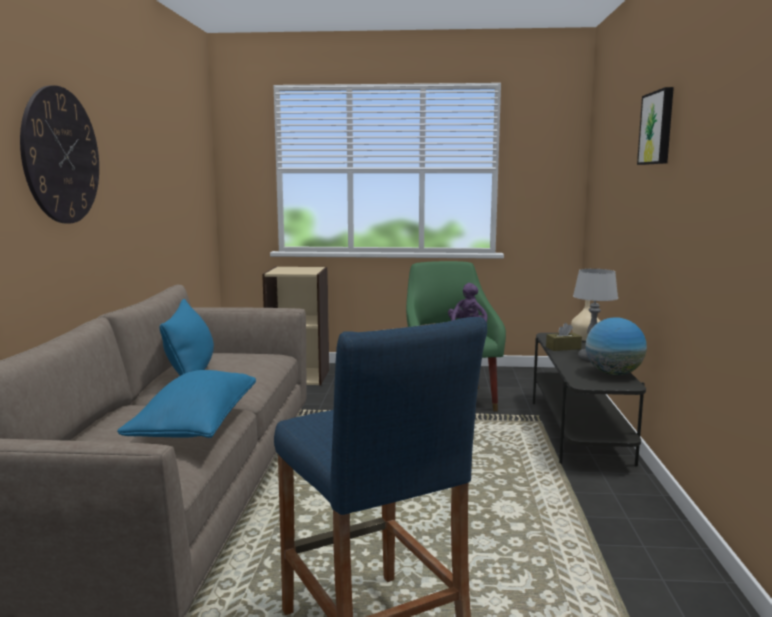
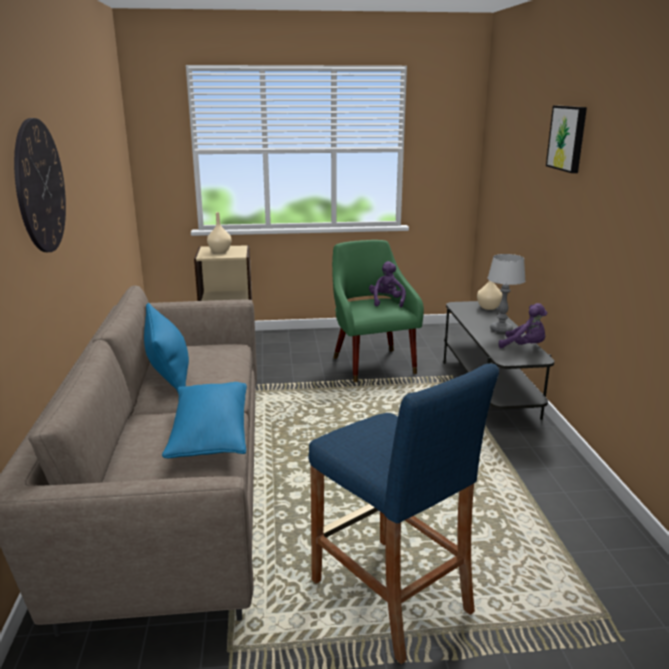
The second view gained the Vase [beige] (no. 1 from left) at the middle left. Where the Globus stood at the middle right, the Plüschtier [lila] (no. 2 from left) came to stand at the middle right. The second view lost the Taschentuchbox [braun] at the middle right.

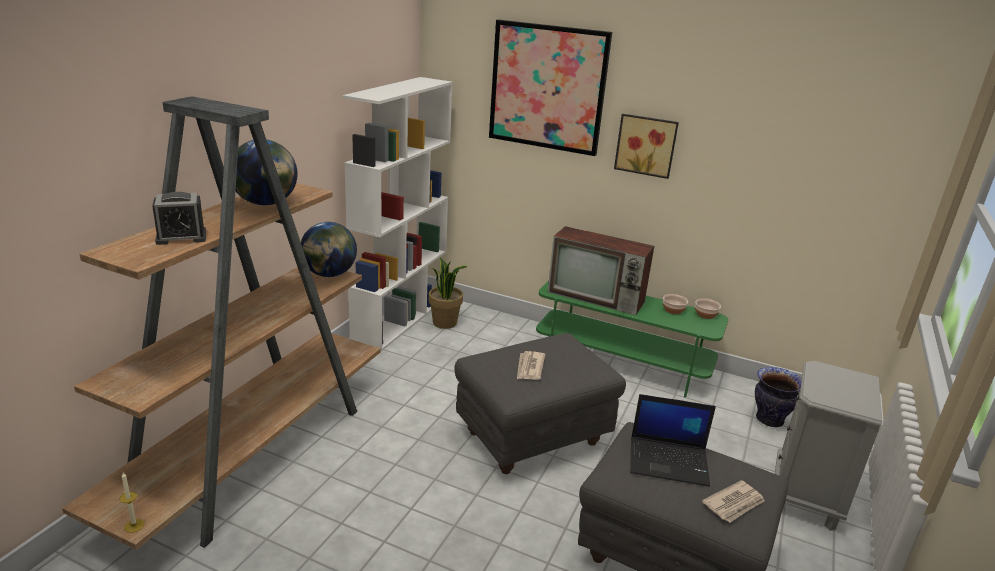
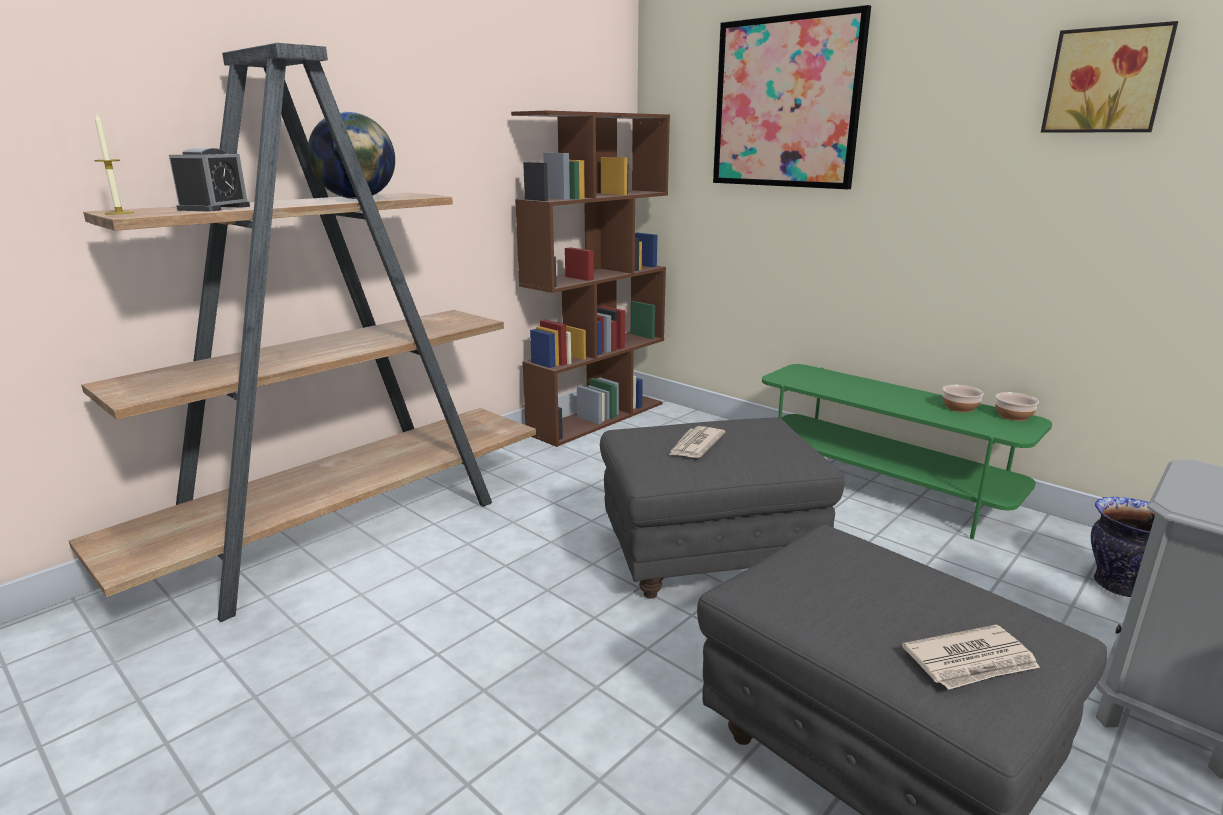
The Kerze ended up elsewhere, having gone from the bottom left to the top left. The Wecker at the middle left ended up facing another way, 75 degrees counterclockwise from before. What was the Bücherregal [weiß] at the centre turned into the Bücherregal [braun] (no. 2 from left) at the centre. The Bild (no. 2 from left) ended up elsewhere, having gone from the top centre to the top right. The second view lost the Globus (no. 2 from left) at the middle left. The second view lost the Topfpflanze at the centre. The second view lost the Fernseher at the centre. The second view lost the Laptop at the bottom right.

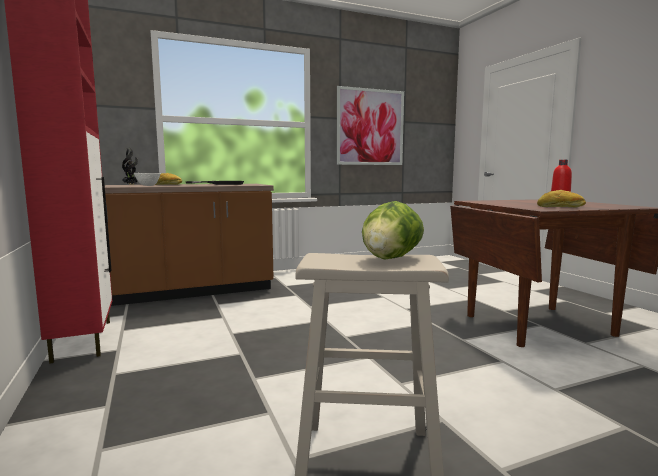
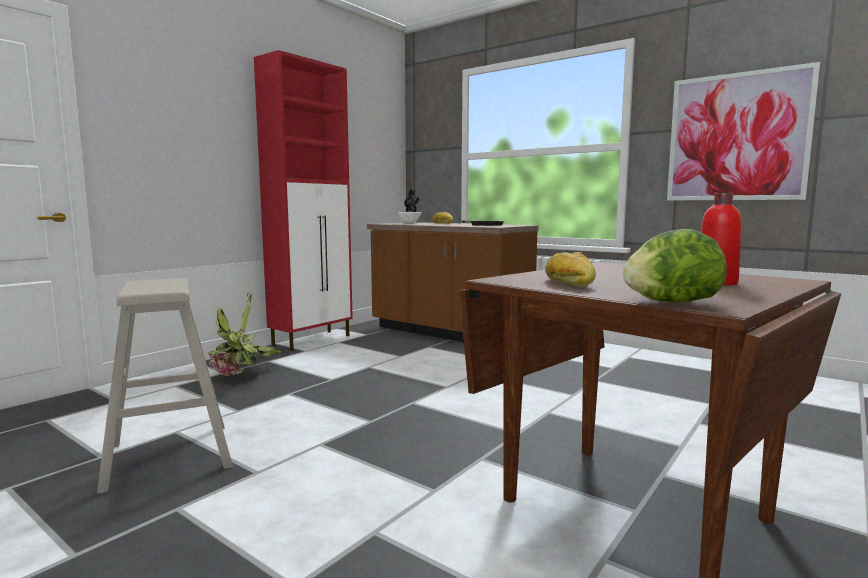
The second view gained the Topfpflanze (no. 1 from left) at the middle left. The Salatkopf ended up elsewhere, having gone from the centre to the middle right.

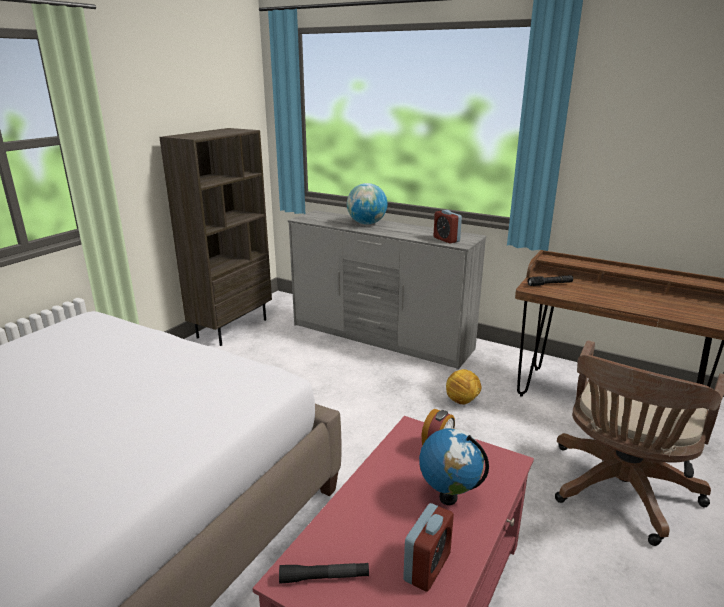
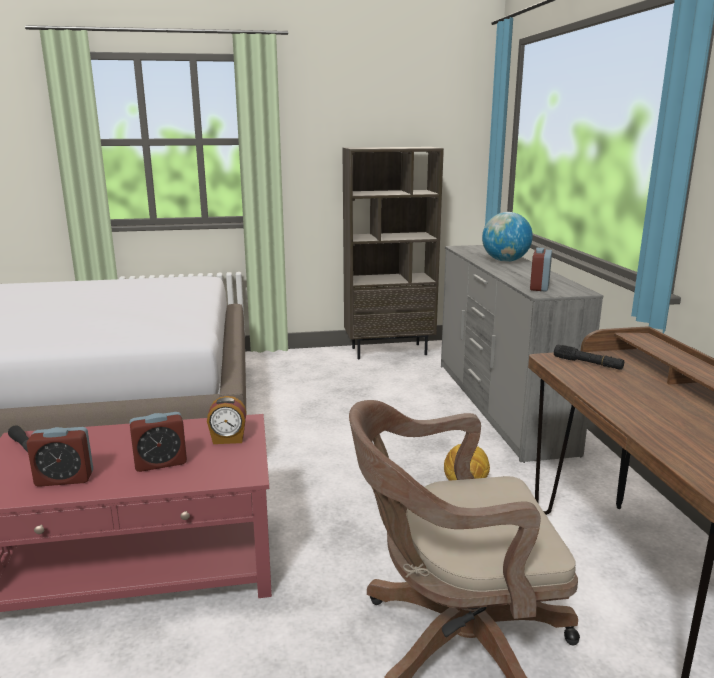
Where the Globus (no. 2 from left) stood at the bottom centre, the Wecker (no. 2 from left) came to stand at the middle left.

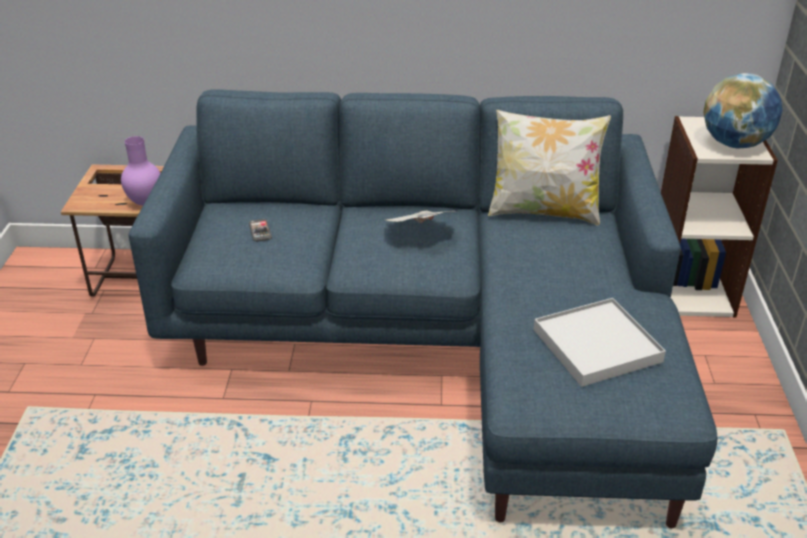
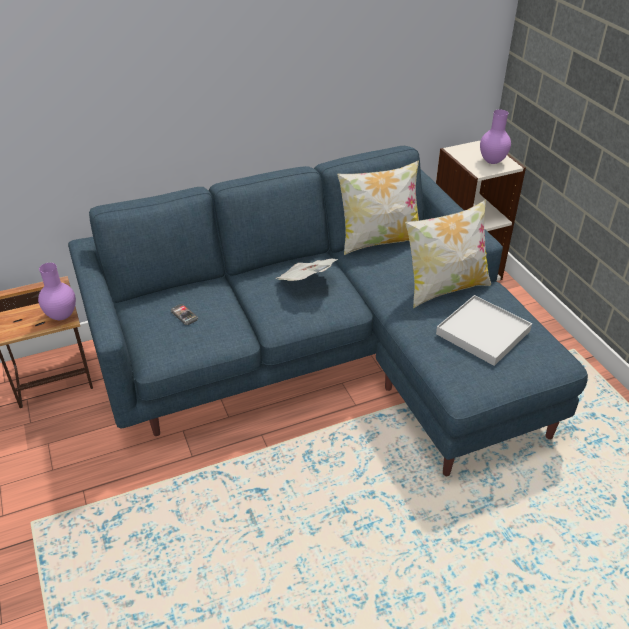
The second view gained the Kissen (no. 2 from left) at the middle right. Where the Globus stood at the top right, the Vase [lila] (no. 2 from left) came to stand at the top right.

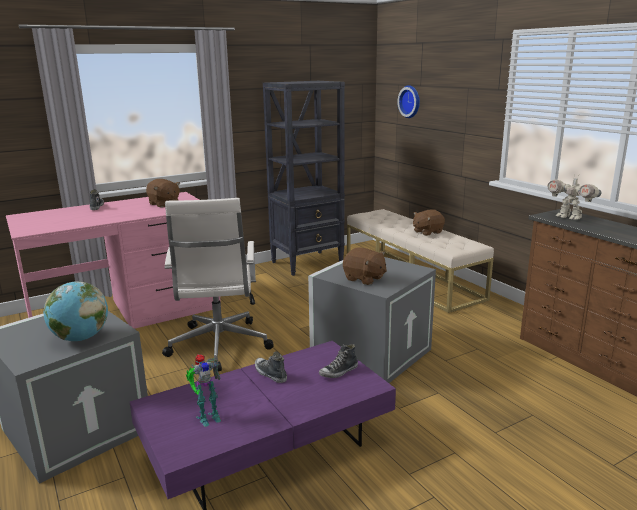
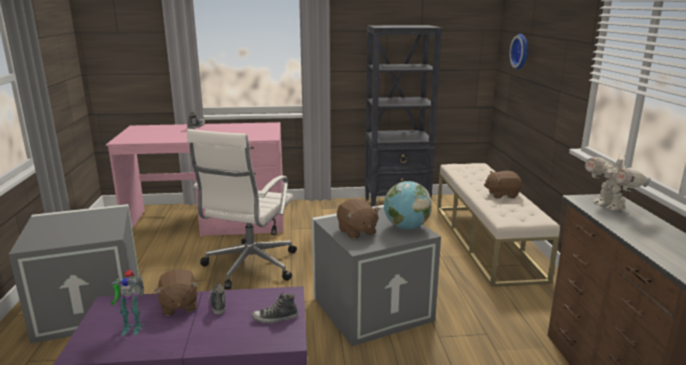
The Plüschtier [braun] (no. 1 from left) ended up elsewhere, having gone from the middle left to the bottom left. The Globus ended up elsewhere, having gone from the middle left to the centre.

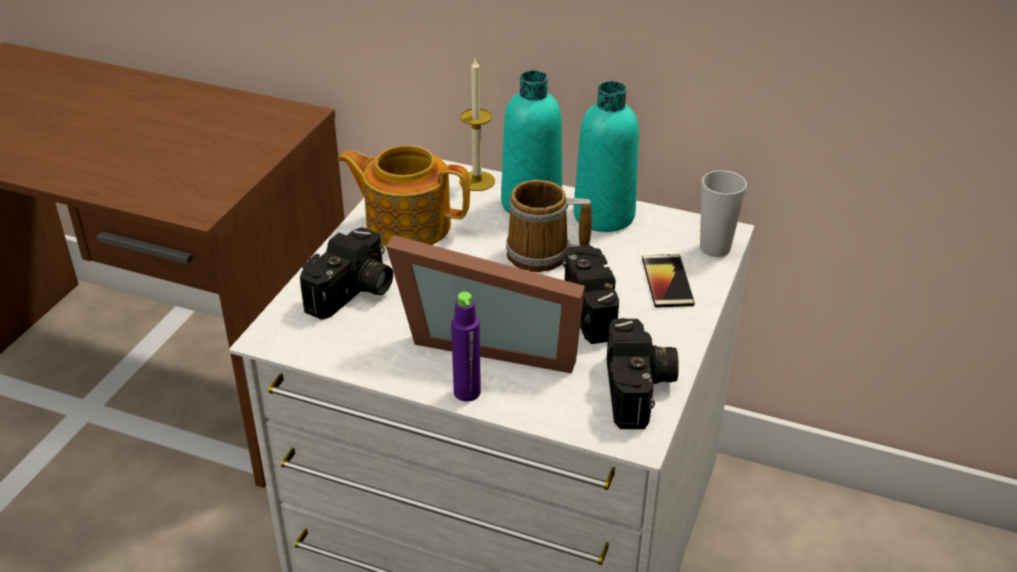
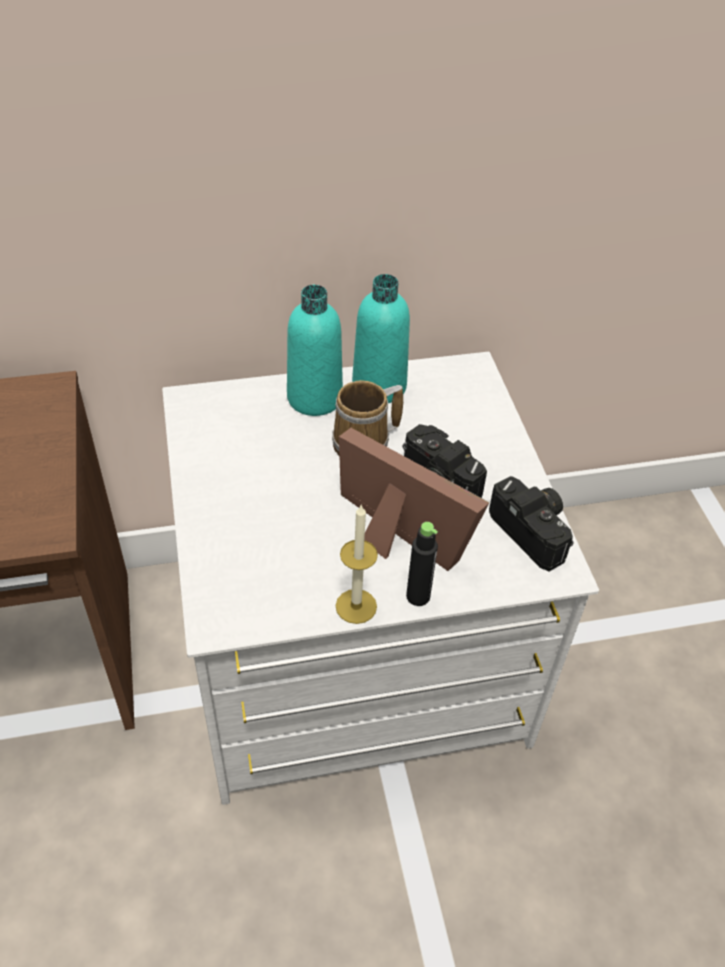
The Kerze ended up elsewhere, having gone from the top centre to the centre. The Bilderrahmen at the centre ended up facing another way, 120 degrees counterclockwise from before. What was the Flasche [lila] at the centre turned into the Flasche [schwarz] at the centre. The second view lost the Kamera (no. 1 from left) at the centre. The second view lost the Teekanne at the centre. The second view lost the Handy at the centre. The second view lost the Tasse at the middle right.

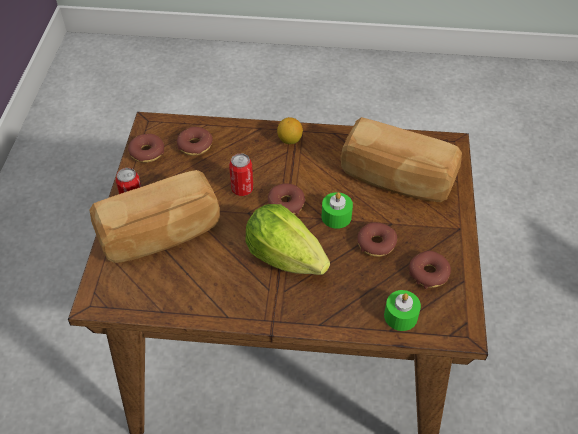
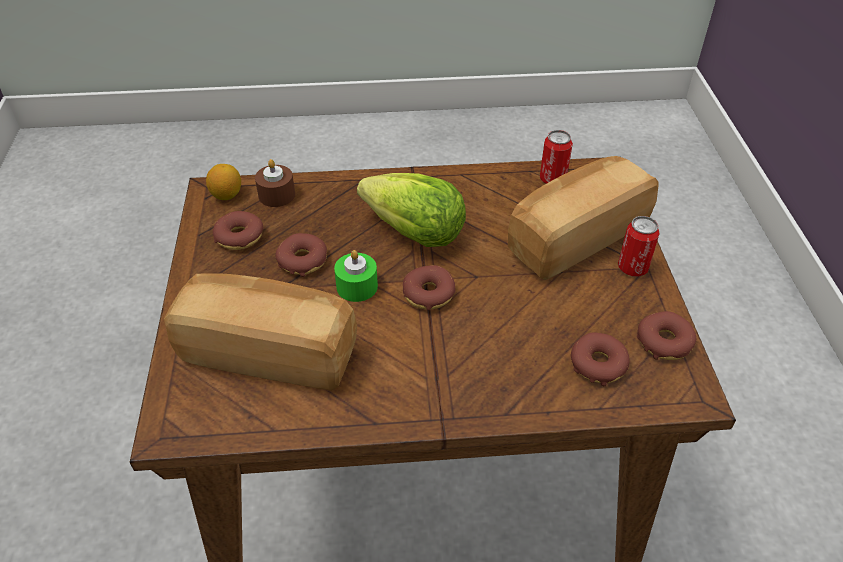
The Zitrone ended up elsewhere, having gone from the top centre to the top left. What was the Kerze [grün] (no. 2 from left) at the bottom right turned into the Kerze [braun] at the top left. The Dose (no. 2 from left in the first image) ended up elsewhere, having gone from the centre to the top centre.

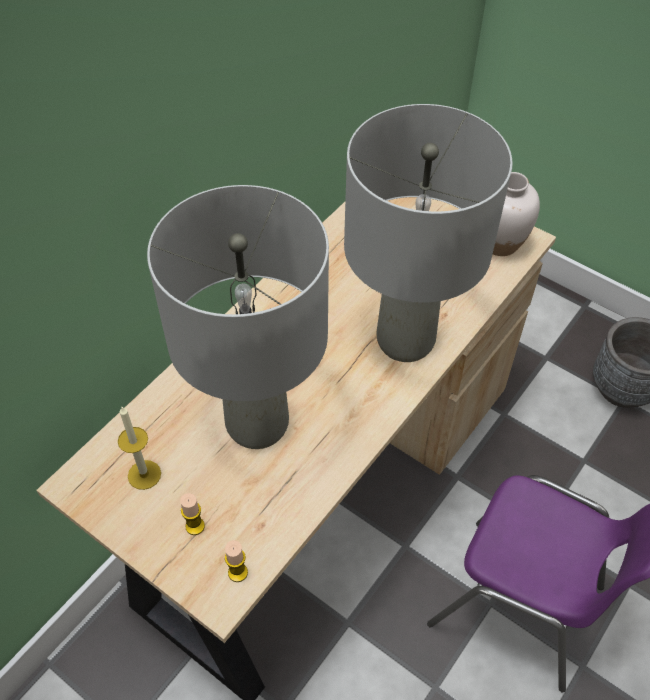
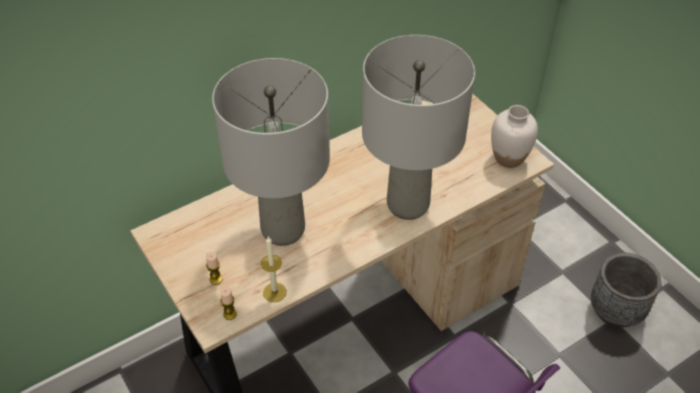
The Kerze (no. 1 from left in the first image) ended up elsewhere, having gone from the middle left to the bottom centre.

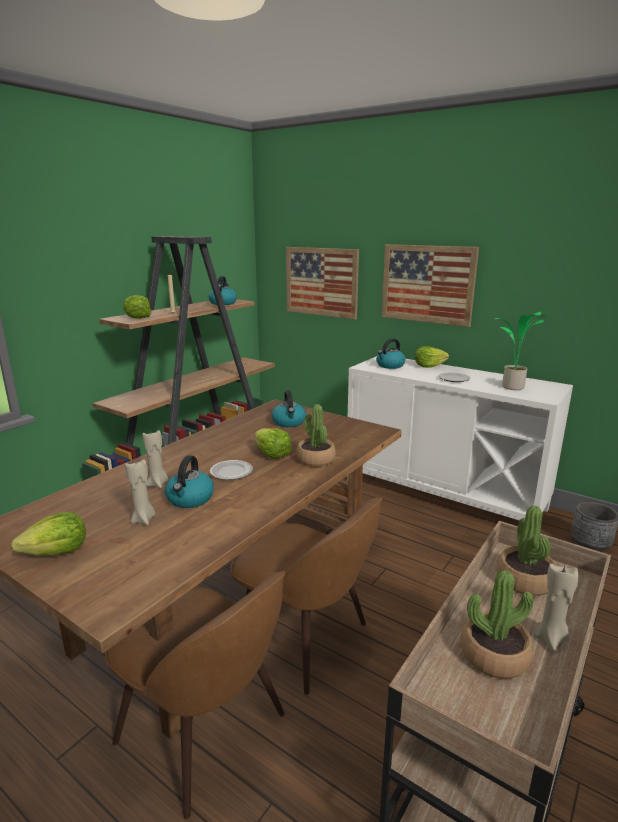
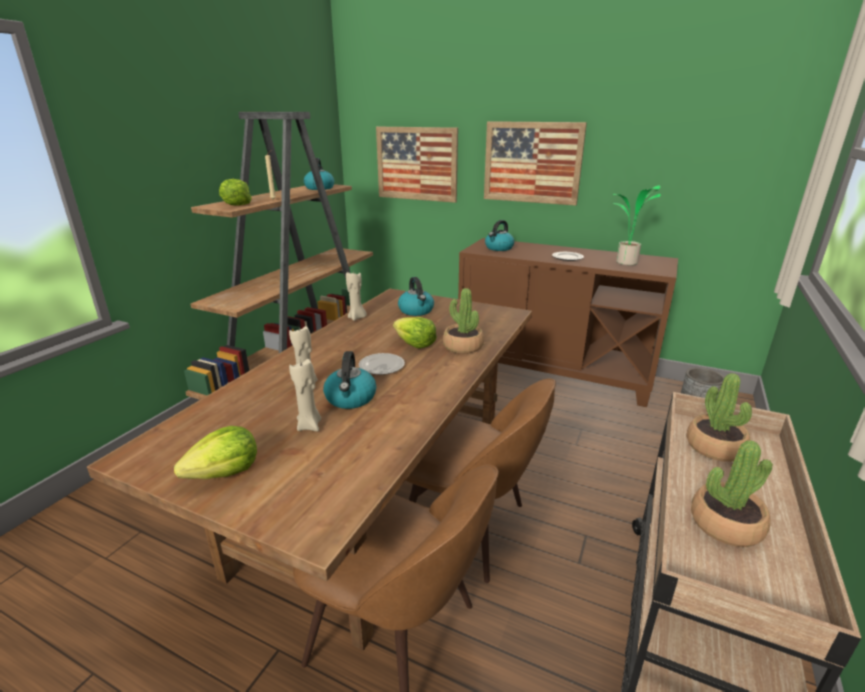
The Kerze [beige] (no. 4 from left) ended up elsewhere, having gone from the bottom right to the centre. What was the Schrank [weiß] at the middle right turned into the Schrank [braun] at the centre. The second view lost the Salatkopf (no. 4 from left) at the middle right.

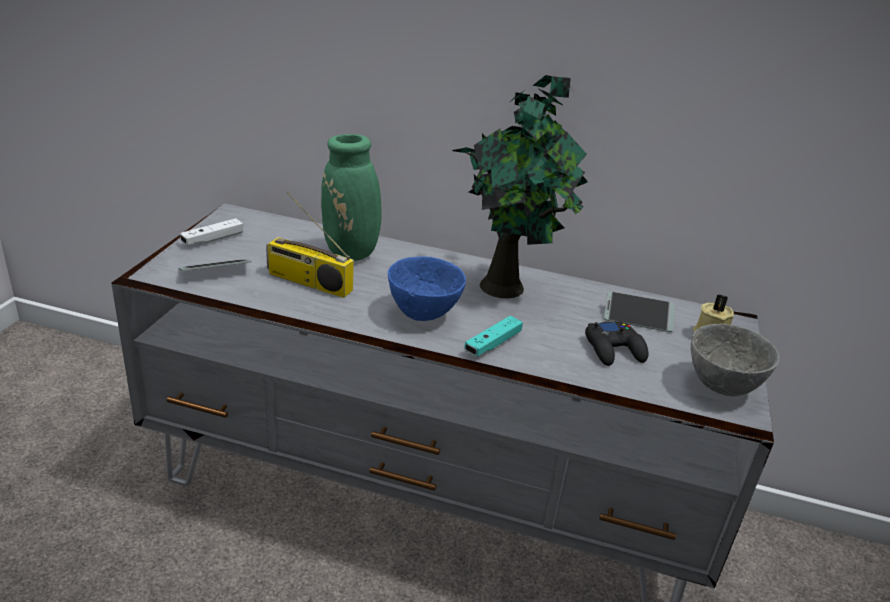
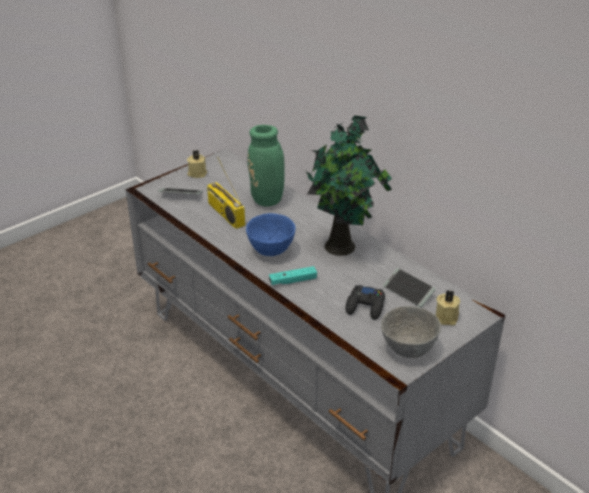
Where the Gamepad [weiß] stood at the middle left, the Kerze [beige] (no. 1 from left) came to stand at the top centre.

